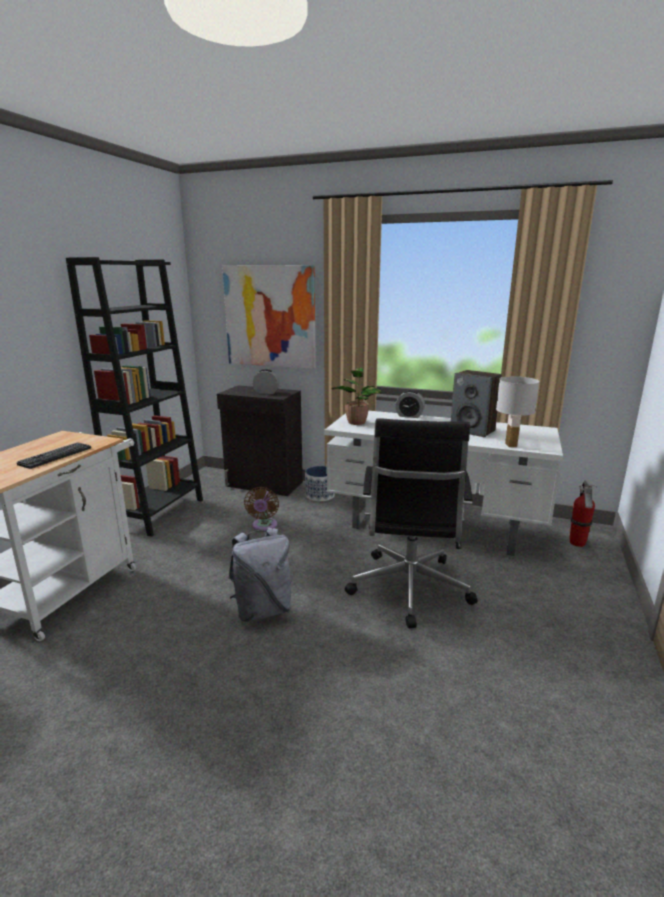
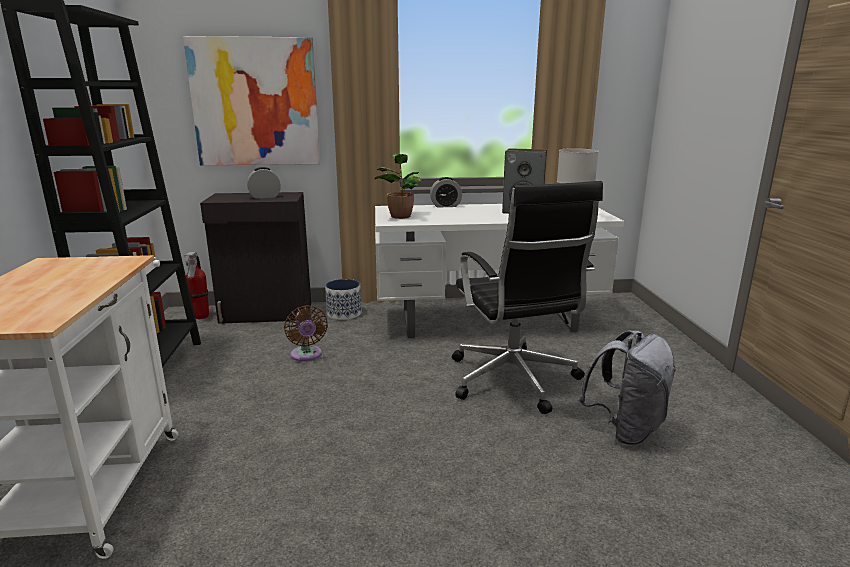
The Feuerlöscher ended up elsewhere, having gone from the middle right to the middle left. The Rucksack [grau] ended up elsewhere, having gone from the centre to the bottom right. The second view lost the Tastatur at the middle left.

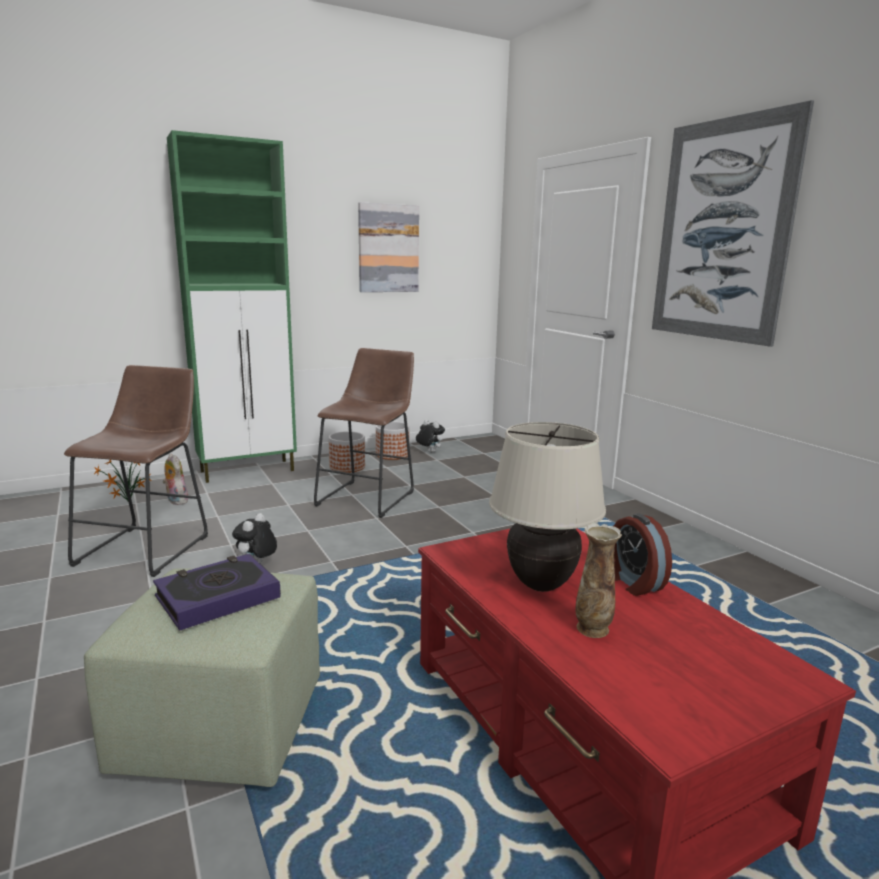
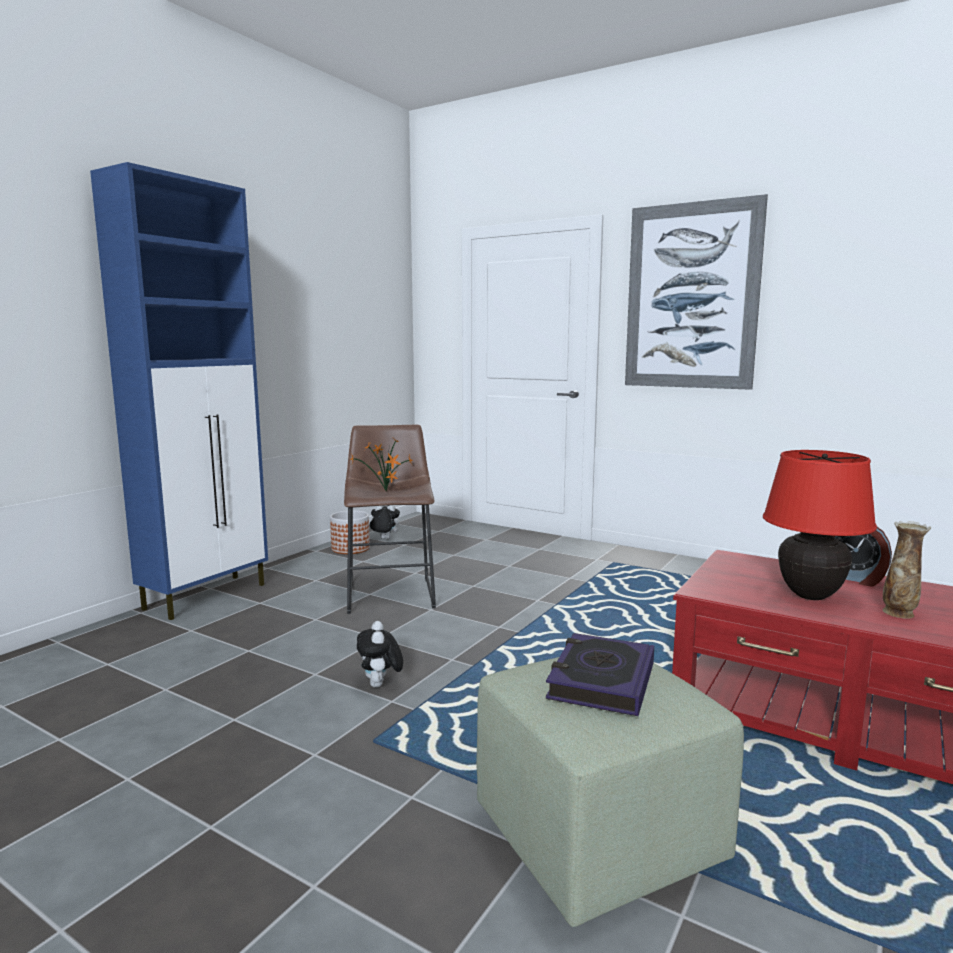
What was the Schrank [grün] at the middle left turned into the Schrank [blau] at the middle left. The Topfpflanze ended up elsewhere, having gone from the middle left to the centre. What was the Tischlampe [beige] at the centre turned into the Tischlampe [rot] at the middle right. The second view lost the Hocker [braun] (no. 1 from left) at the middle left. The second view lost the Plüschtier (no. 1 from left) at the middle left. The second view lost the Pflanzkübel (no. 1 from left) at the centre. The second view lost the Bild (no. 1 from left) at the top centre.

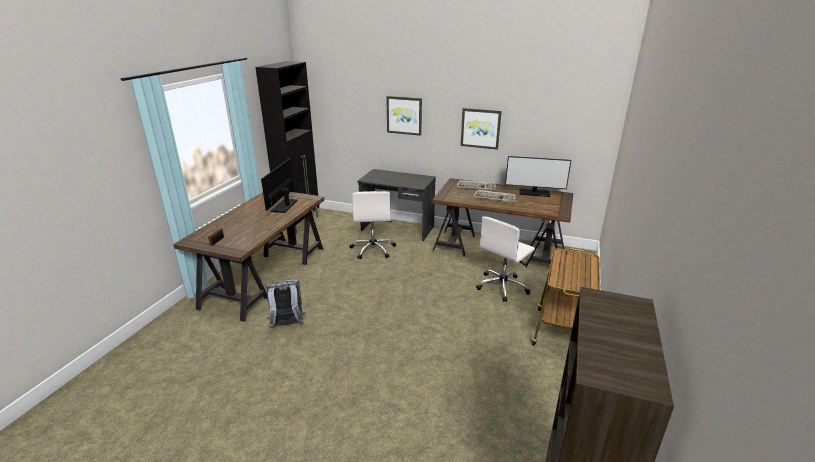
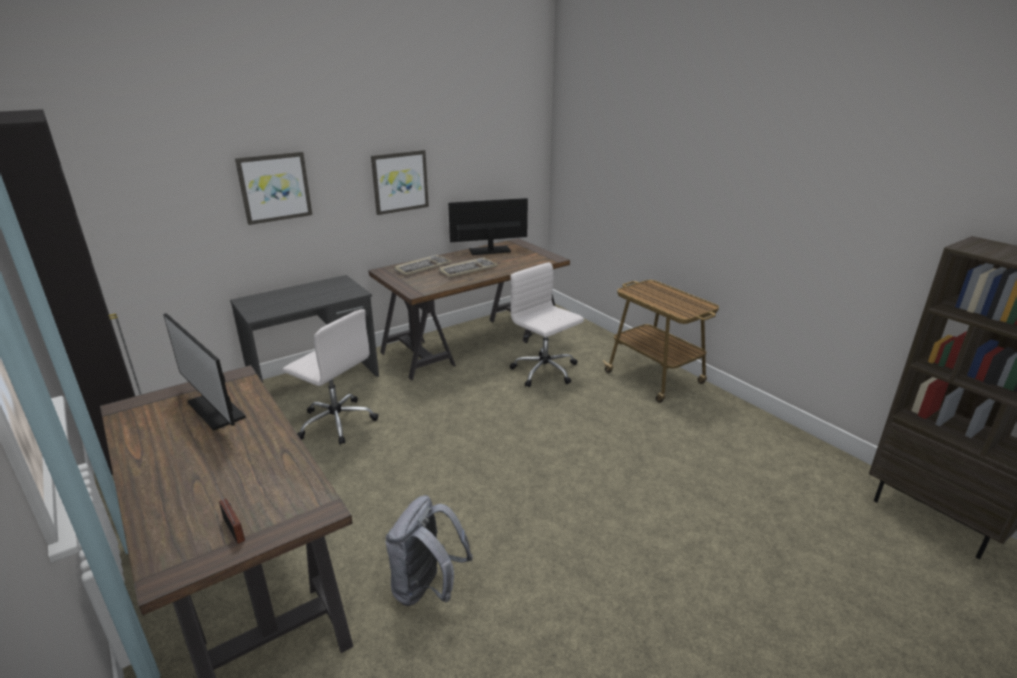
The Monitor (no. 2 from left) at the centre ended up facing another way, 150 degrees counterclockwise from before. The Bürostuhl [weiß] (no. 2 from left) at the centre ended up facing another way, 150 degrees clockwise from before.

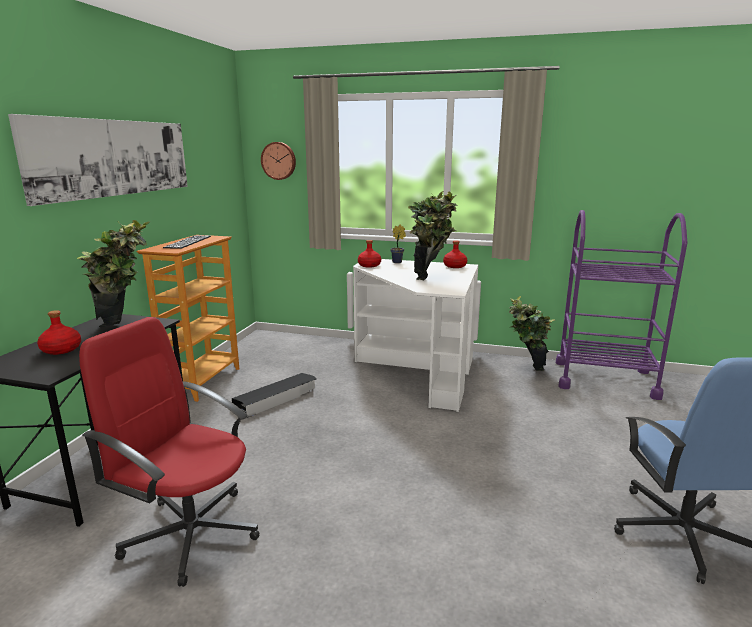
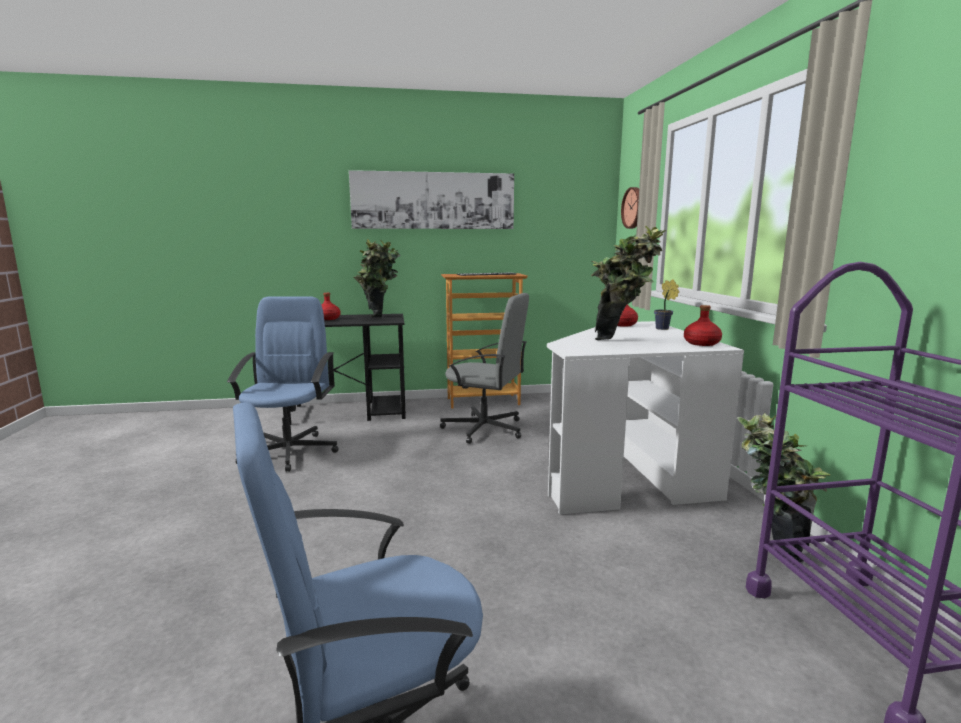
What was the Bürostuhl [rot] at the bottom left turned into the Bürostuhl [blau] (no. 1 from left) at the middle left. Where the Aufbewahrungsbox [schwarz] stood at the centre, the Bürostuhl [grau] came to stand at the centre.

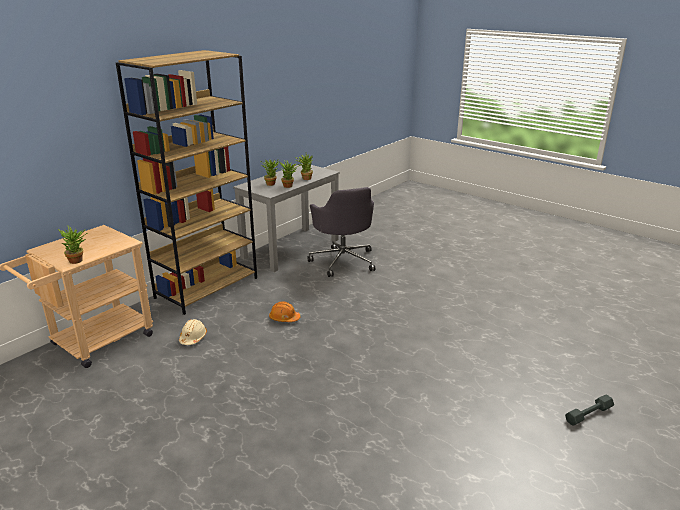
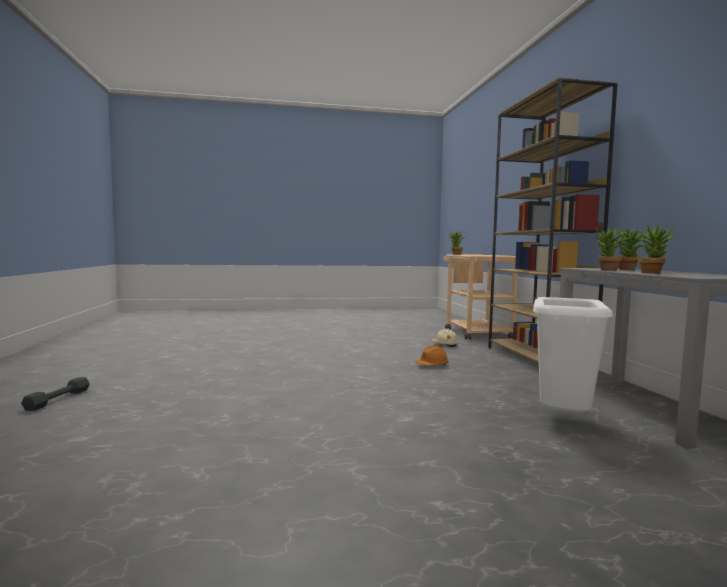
Where the Bürostuhl [grau] stood at the centre, the Mülleimer [weiß] came to stand at the middle right.

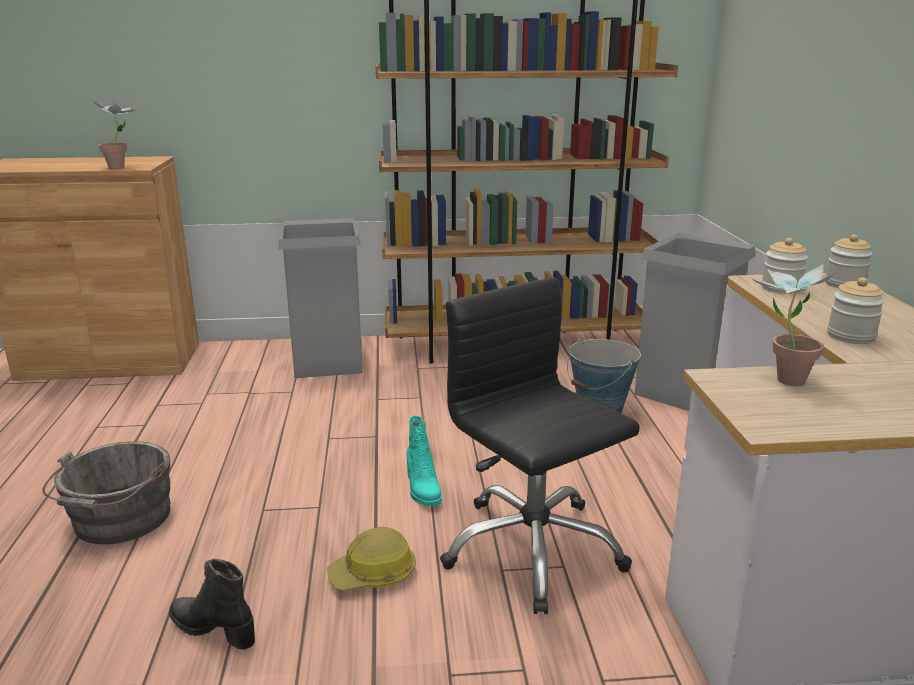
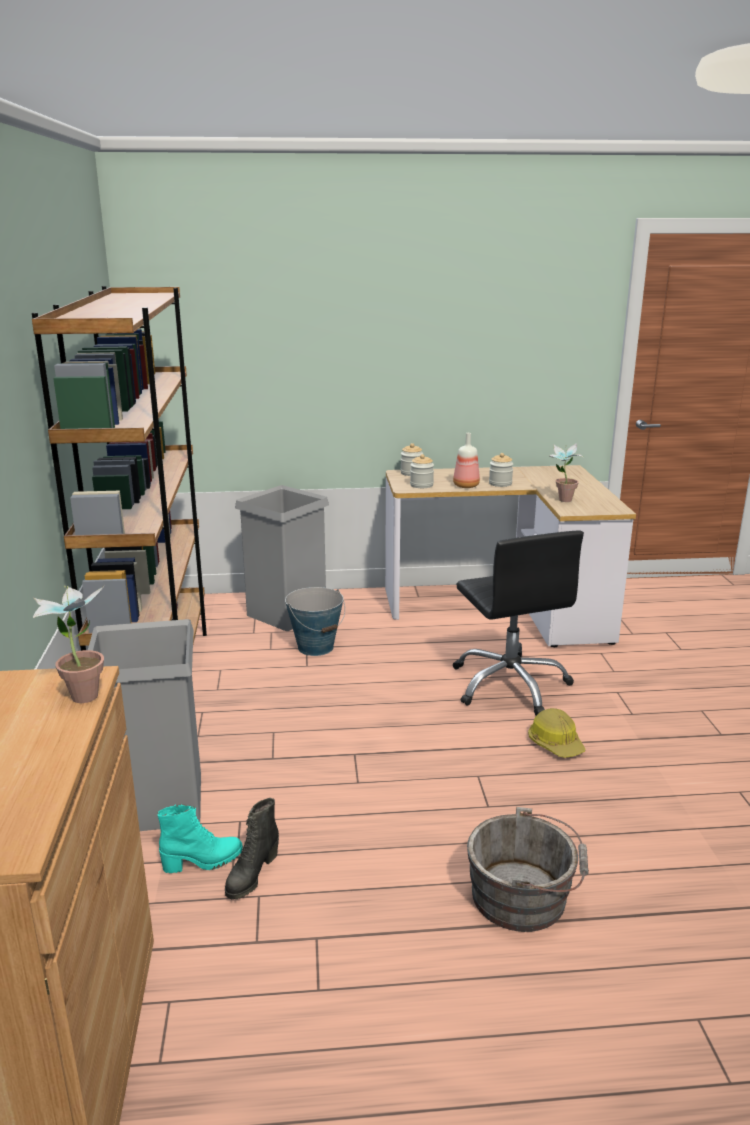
The Stiefel [türkis] ended up elsewhere, having gone from the bottom centre to the bottom left. The Stiefel [schwarz] ended up elsewhere, having gone from the bottom left to the bottom centre. The second view gained the Flasche at the centre. The Bürostuhl [schwarz] at the centre ended up facing another way, 75 degrees counterclockwise from before.

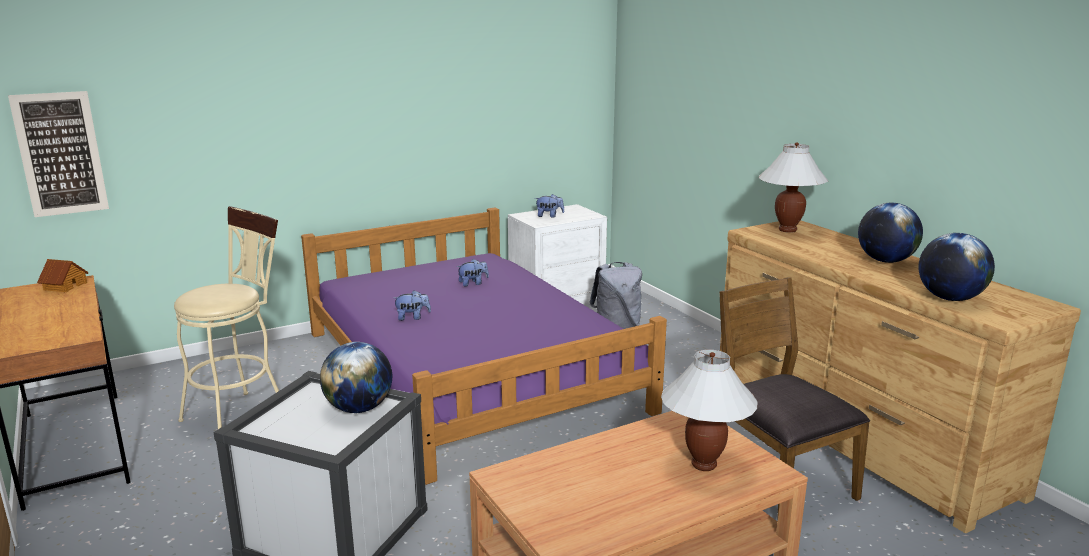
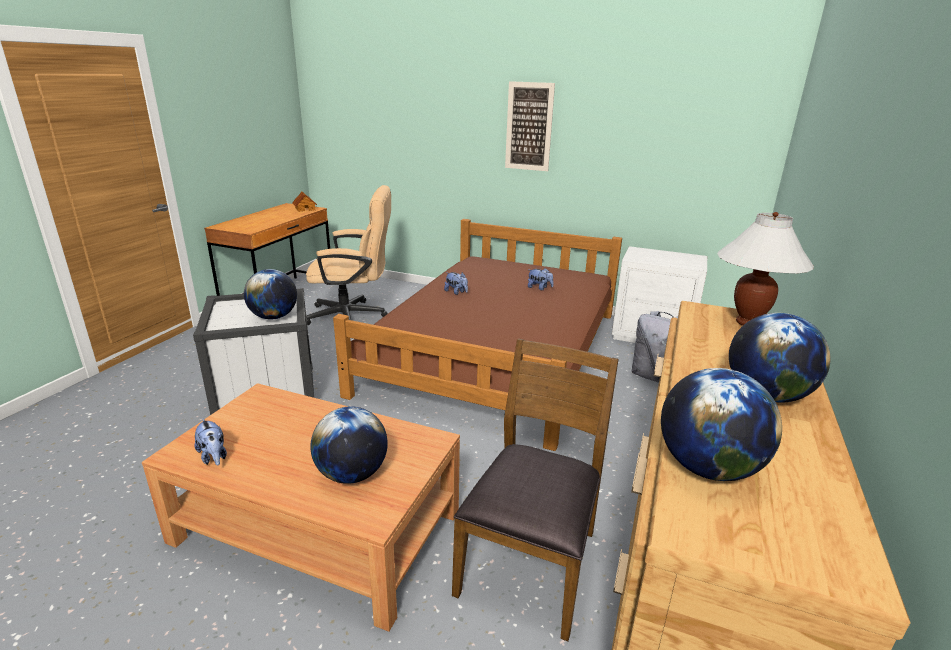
The Plüschtier (no. 3 from left in the first image) ended up elsewhere, having gone from the centre to the bottom left. Where the Hocker [beige] stood at the middle left, the Bürostuhl [beige] came to stand at the centre. Where the Tischlampe [weiß] (no. 1 from left) stood at the bottom centre, the Globus (no. 2 from left) came to stand at the bottom centre. What was the Bett [lila] at the centre turned into the Bett [braun] at the centre. The Bild ended up elsewhere, having gone from the top left to the top centre.

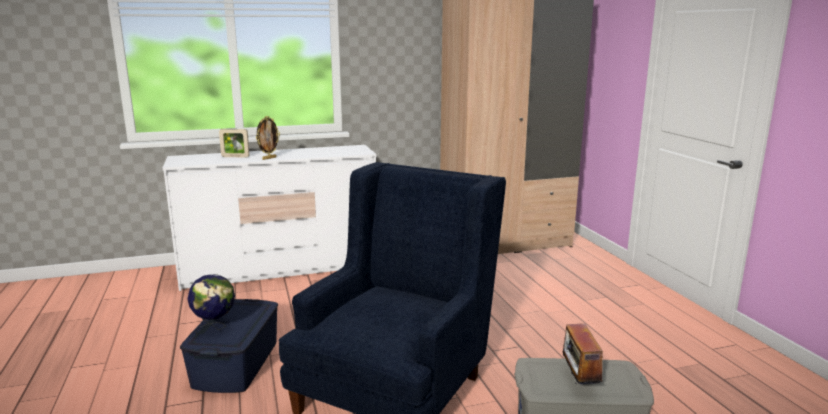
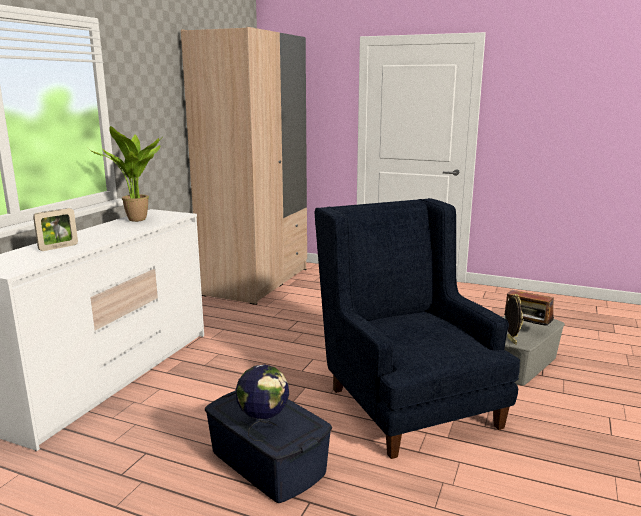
The second view gained the Topfpflanze at the middle left. The Bilderrahmen (no. 2 from left) ended up elsewhere, having gone from the middle left to the middle right.

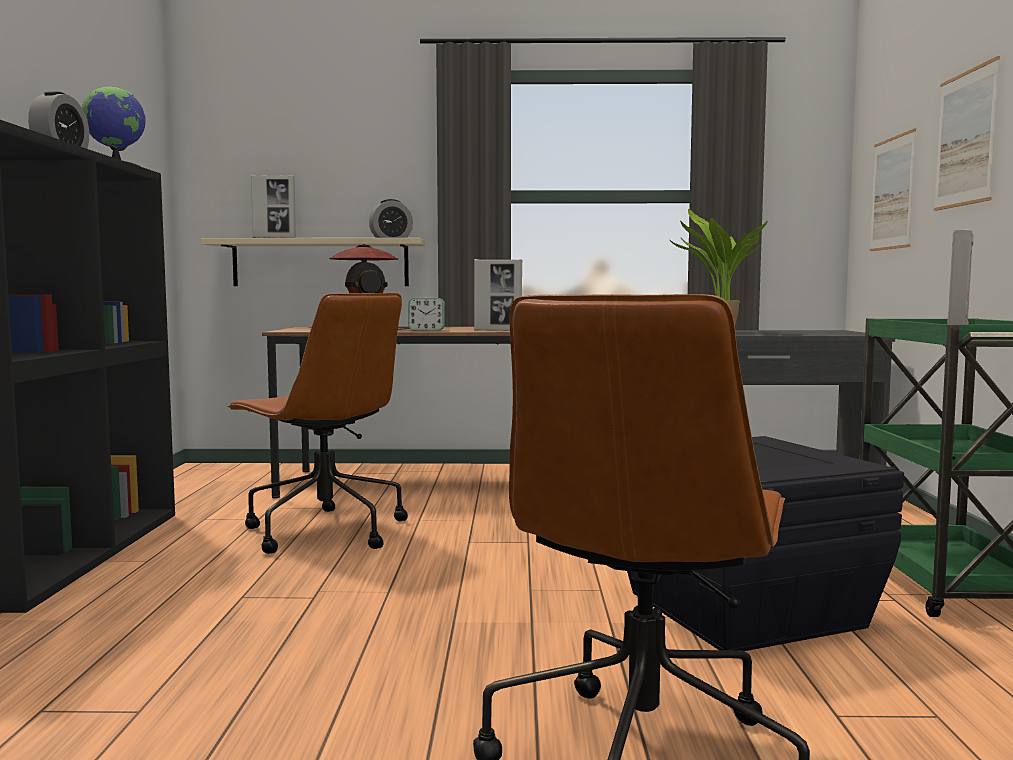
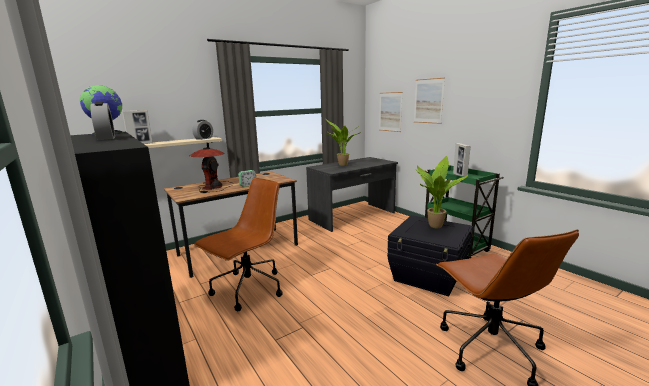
The Bürostuhl [braun] (no. 1 from left) at the middle left ended up facing another way, 60 degrees counterclockwise from before. The second view gained the Topfpflanze (no. 2 from left) at the middle right. The second view lost the Bilderrahmen (no. 2 from left) at the centre.

